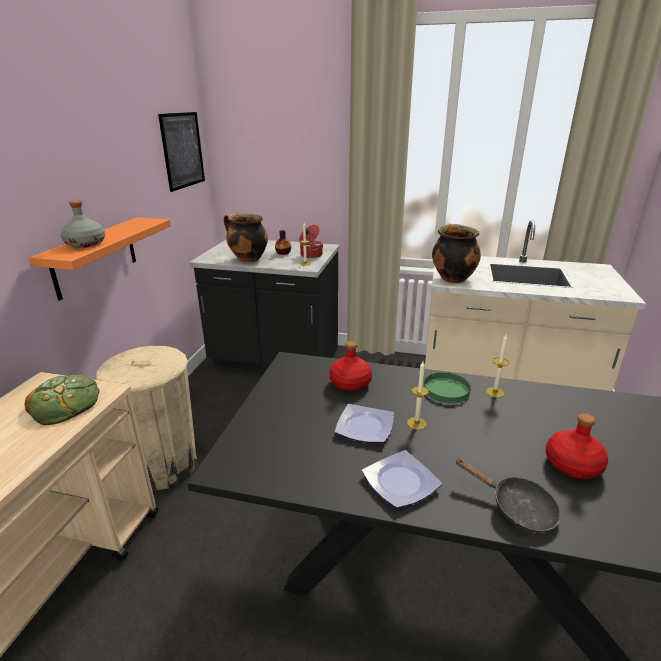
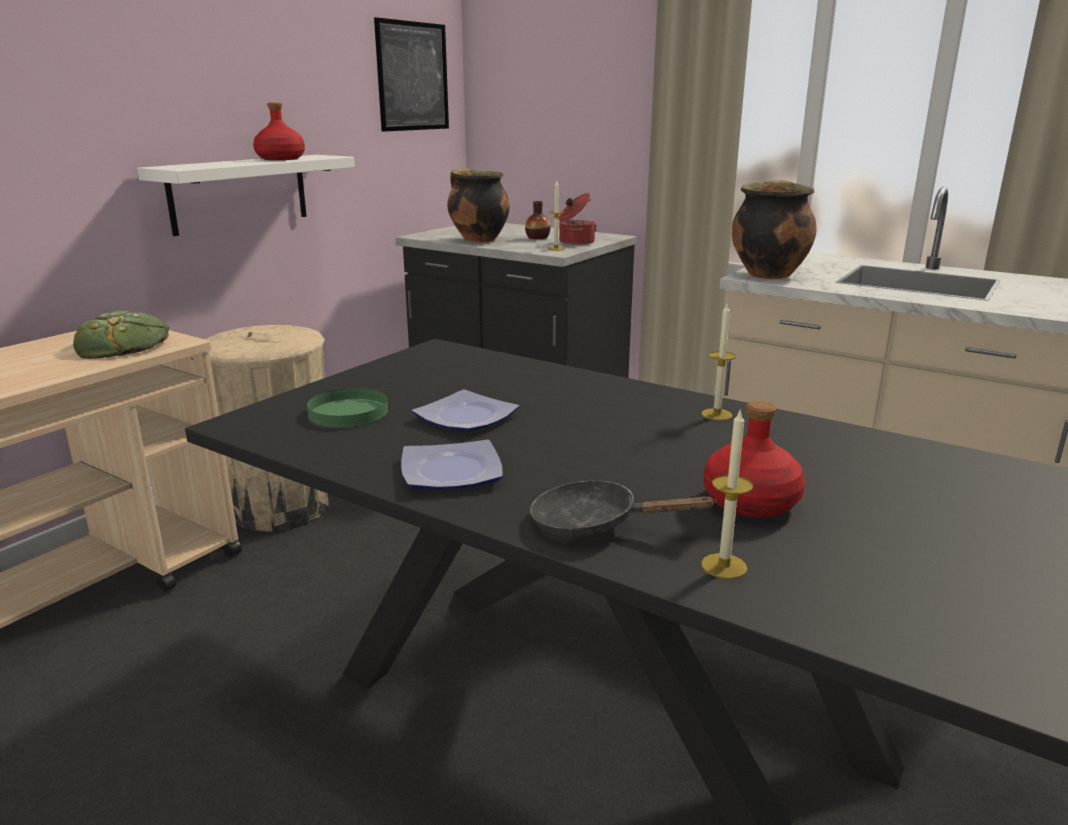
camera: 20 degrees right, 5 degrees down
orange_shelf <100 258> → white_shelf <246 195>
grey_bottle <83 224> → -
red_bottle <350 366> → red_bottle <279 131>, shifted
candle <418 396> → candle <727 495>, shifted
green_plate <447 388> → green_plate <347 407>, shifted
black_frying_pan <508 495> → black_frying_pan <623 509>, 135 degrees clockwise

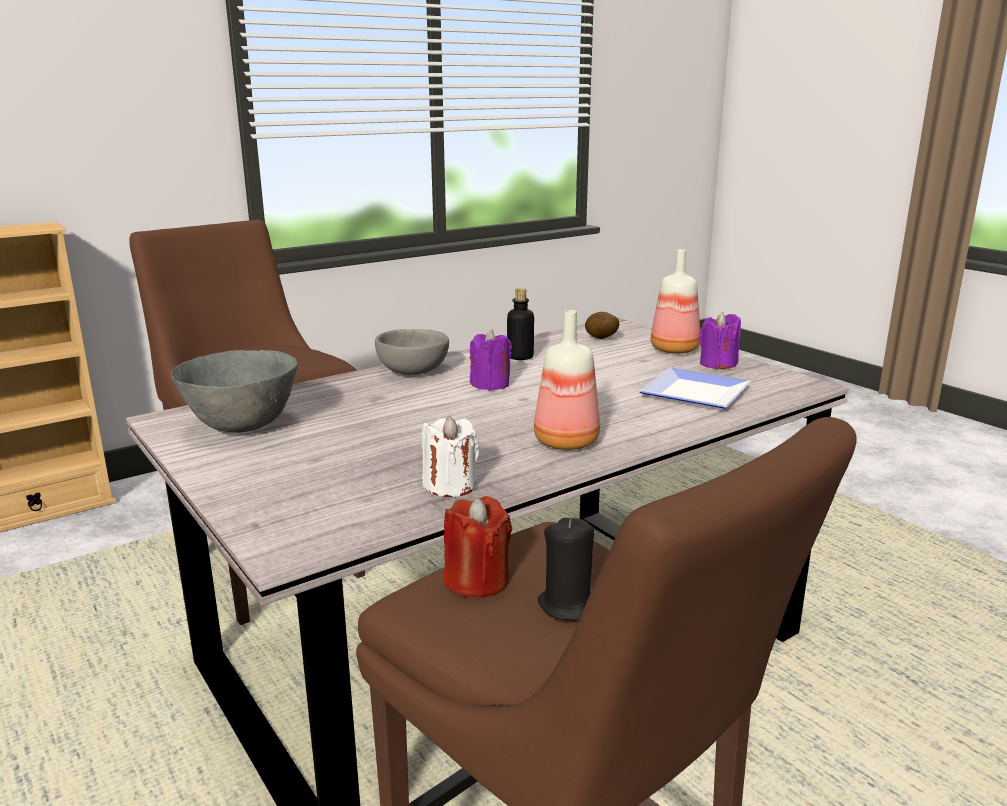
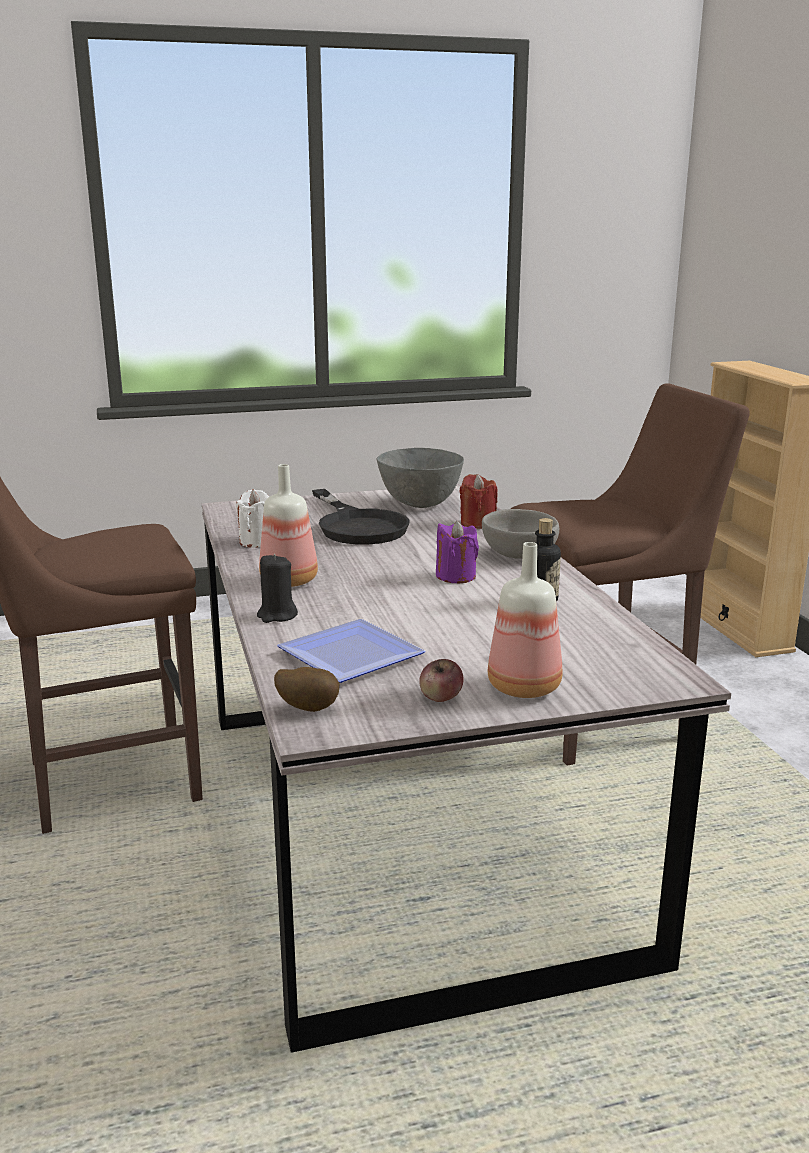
camera: 110 degrees right, 0 degrees up
red_candle <478 547> → red_candle <479 501>, shifted
black_candle <566 570> → black_candle <277 588>, shifted
potato <602 325> → potato <306 689>, shifted
purple_candle <720 340> → apple <441 680>
- → black_frying_pan <361 517>

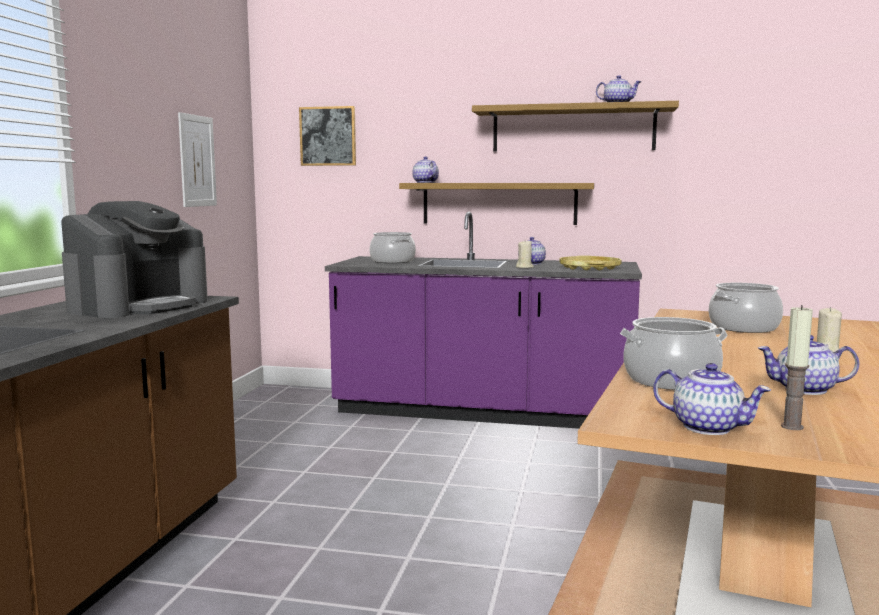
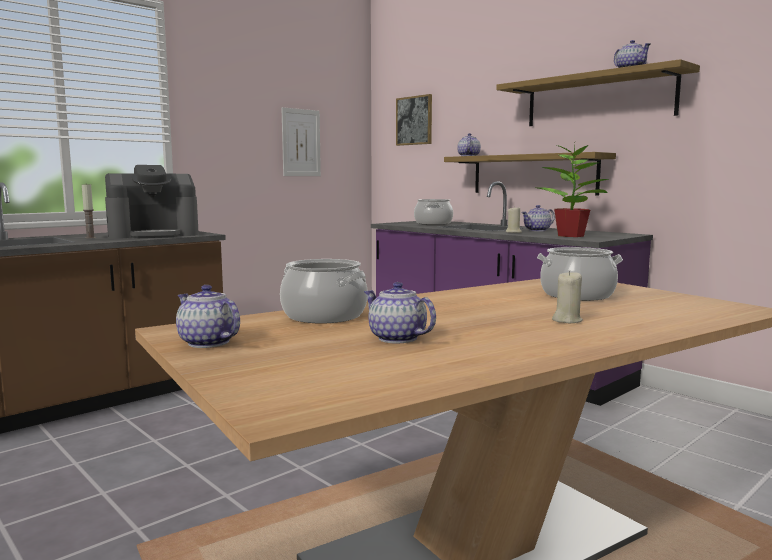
camera: 35 degrees right, 0 degrees up
yellow_tray <590 263> → potted_plant <572 188>
teapot <712 399> → teapot <208 316>, 150 degrees clockwise
candle <797 367> → candle <89 211>, shifted

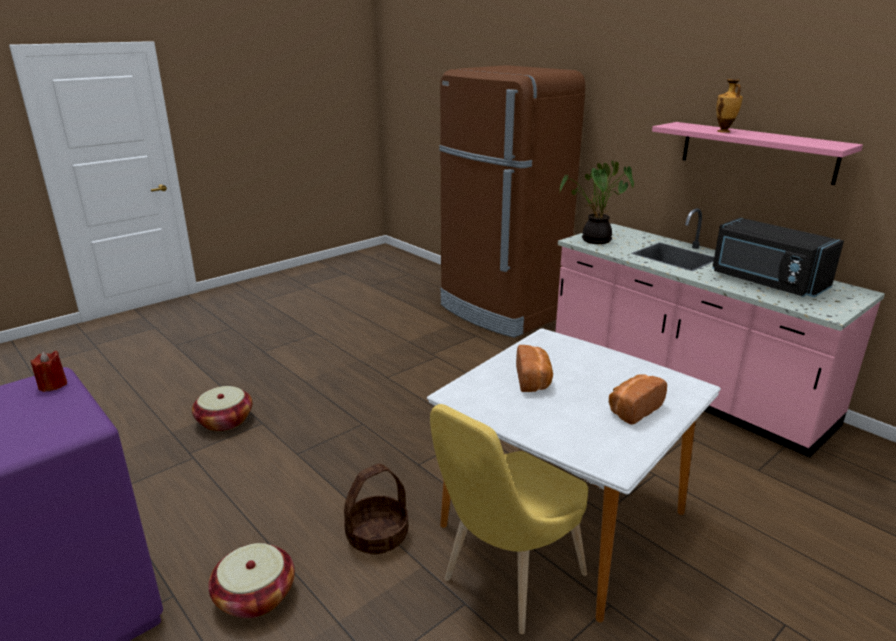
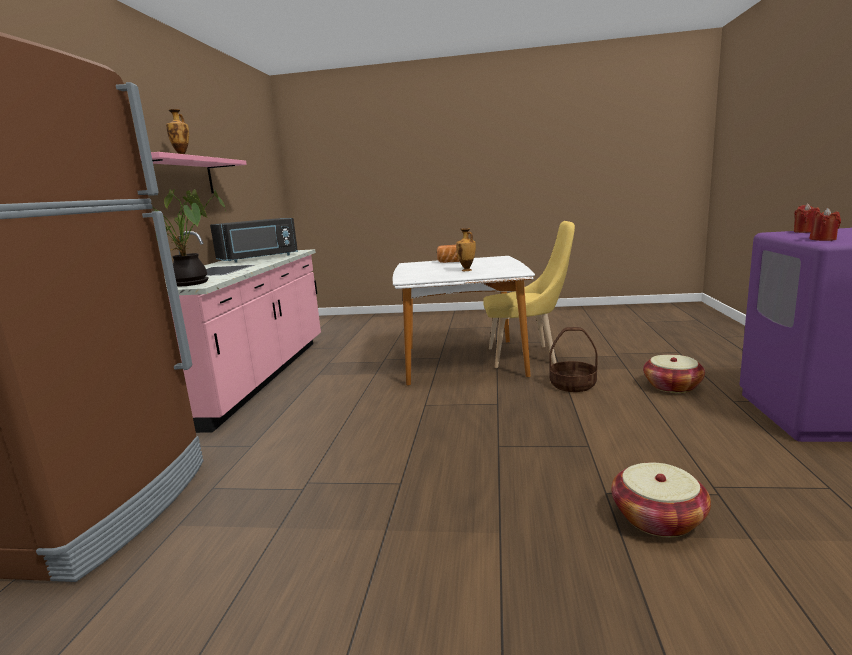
camera: 130 degrees left, 10 degrees down
bread <534 368> → vase <466 249>
black_microwave <778 257> → black_microwave <254 240>, 45 degrees clockwise
- → red_candle <807 218>

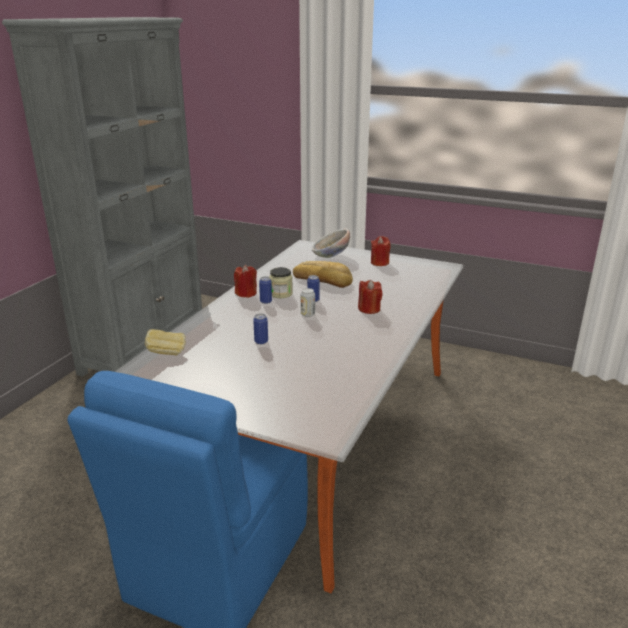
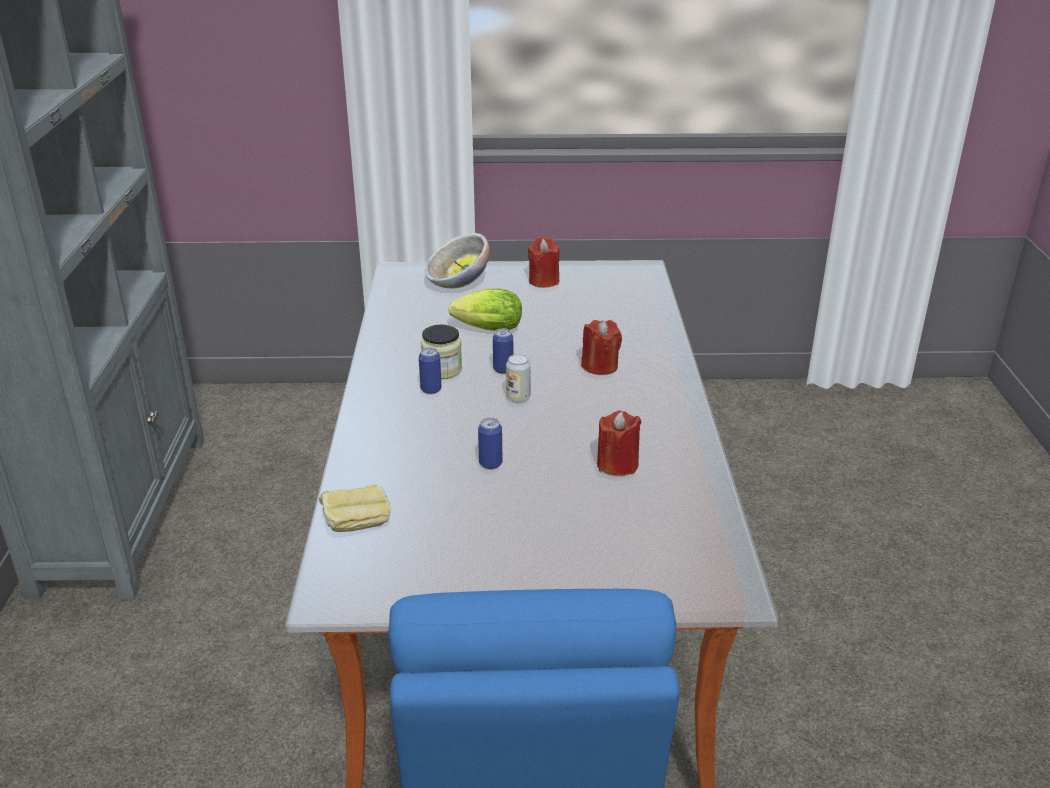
camera: 25 degrees left, 5 degrees up
red_candle <245 281> → red_candle <619 443>, shifted
bread <323 274> → lettuce <485 310>

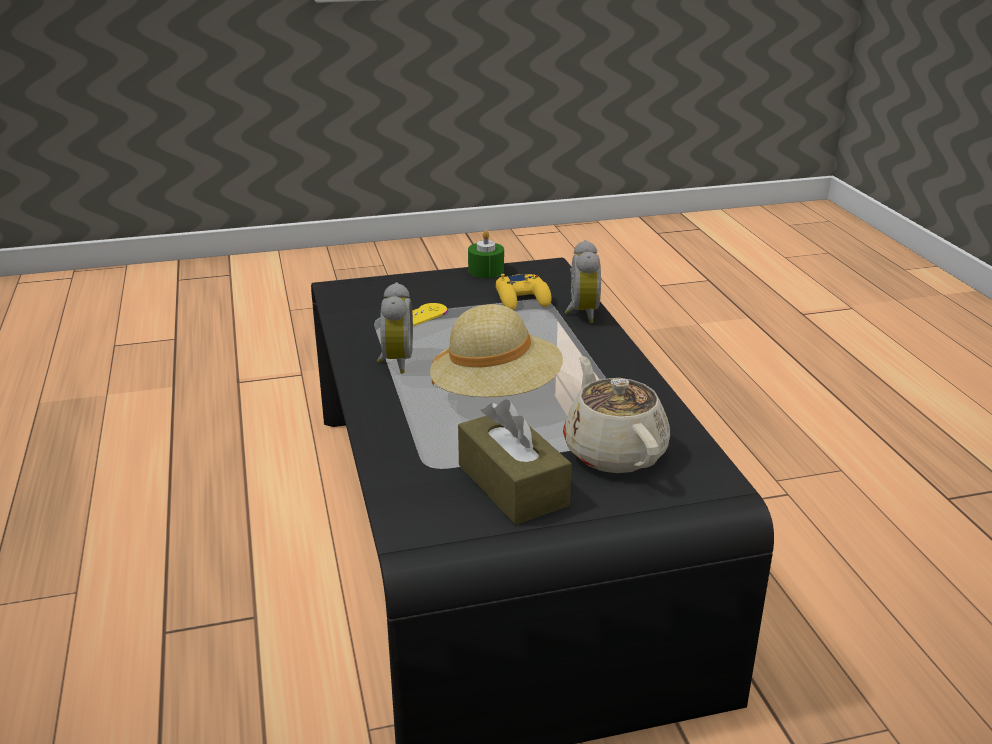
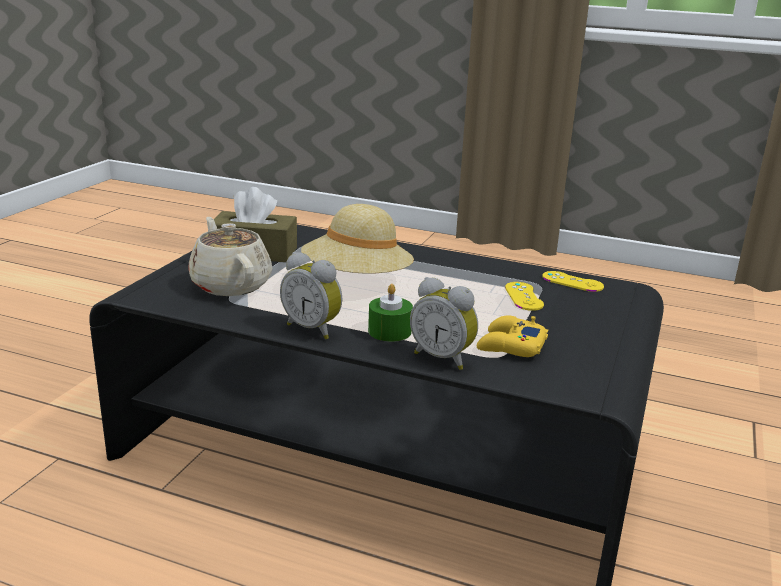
camera: 125 degrees right, 5 degrees down
alarm_clock <395 328> → alarm_clock <311 295>, shifted
green_candle <486 254> → green_candle <390 313>, shifted
beige_teapot <616 414> → beige_teapot <230 256>, 135 degrees counterclockwise
- → yellow_game_controller <573 281>

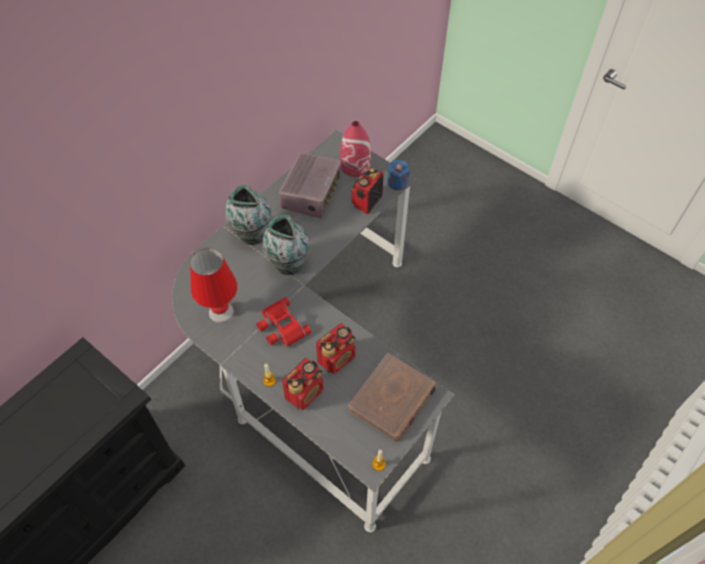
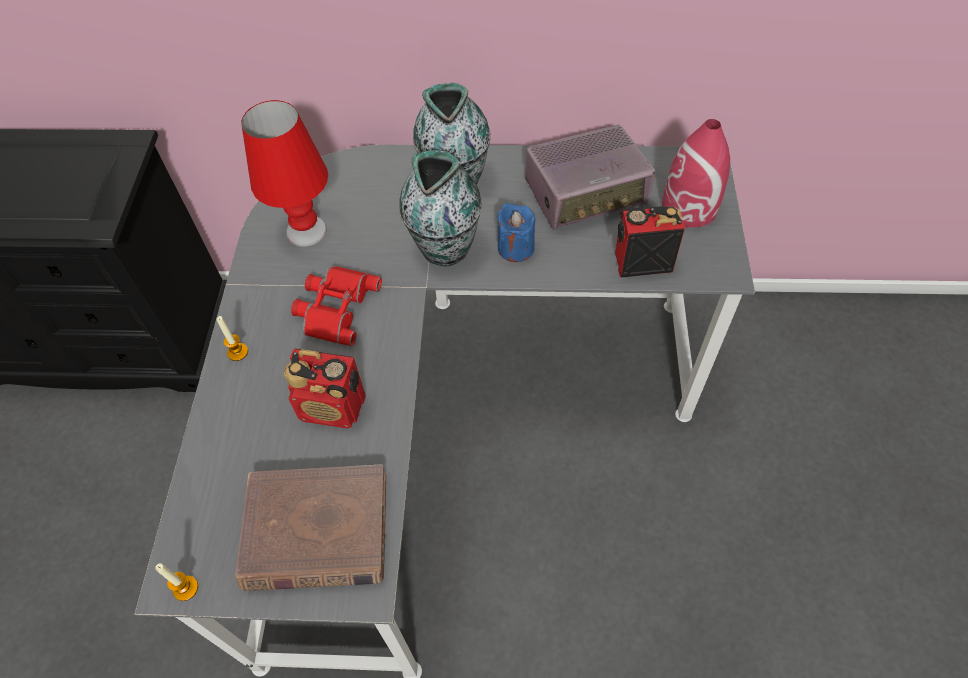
camera: 55 degrees right, 0 degrees up
radio <303 384> → -
blue_candle <398 175> → blue_candle <516 232>, shifted

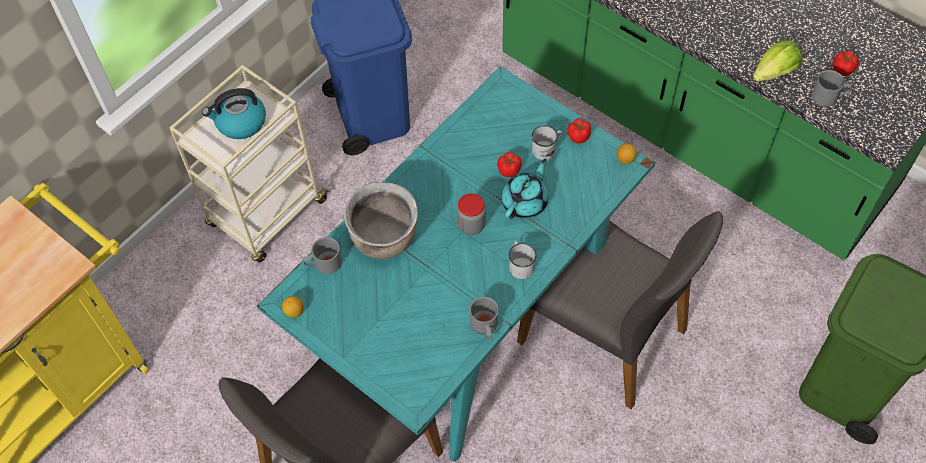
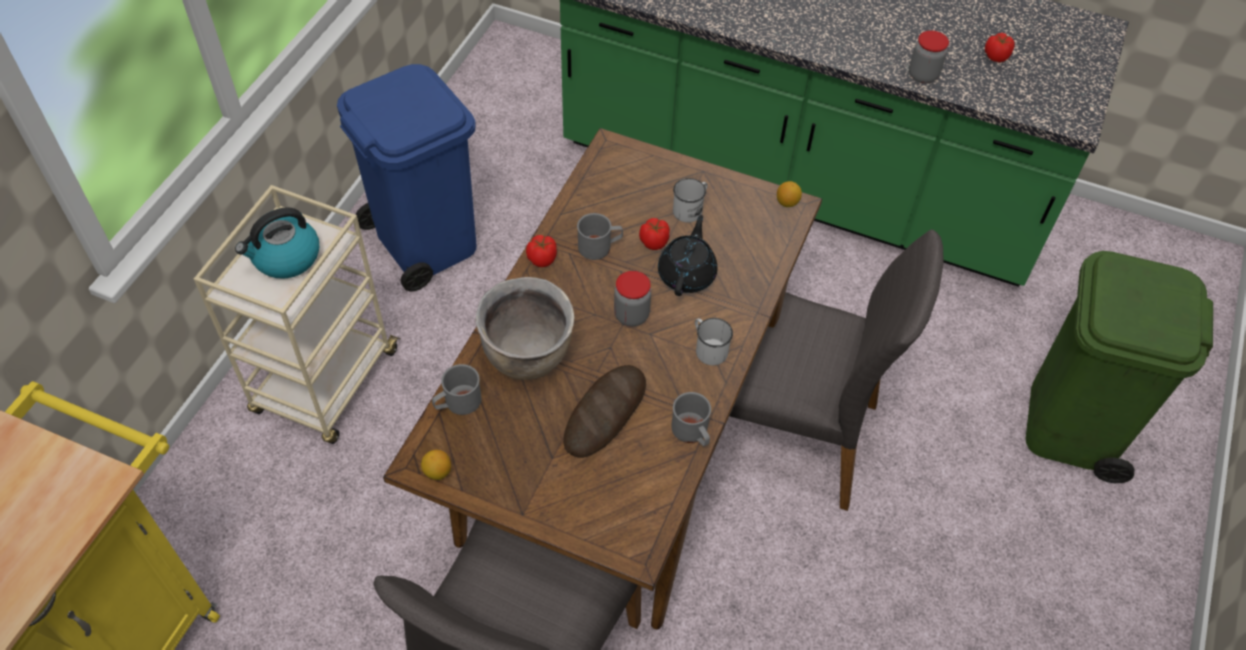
camera: 20 degrees left, 5 degrees down
turquoise_dining_table <456 263> → brown_dining_table <602 379>
turquoise_teapot <524 188> → black_teapot <687 255>
tomato <579 131> → tomato <541 251>, shifted
lettuce <777 60> → jar <929 56>
grey_mug <832 88> → grey_mug <600 236>, shifted
- → bread <604 411>

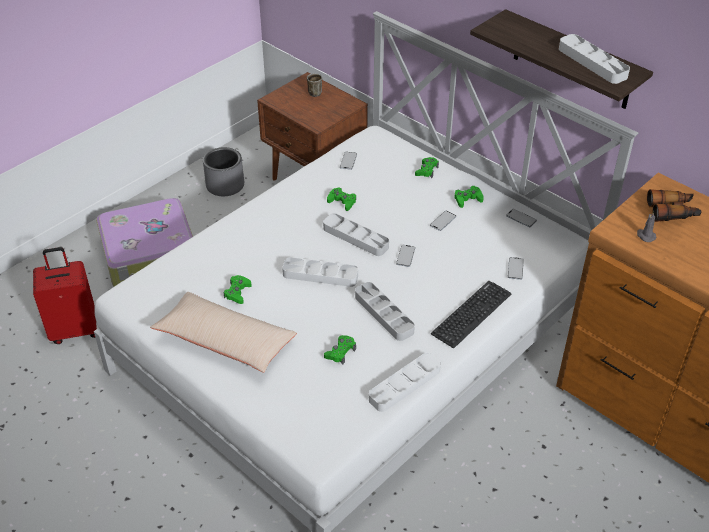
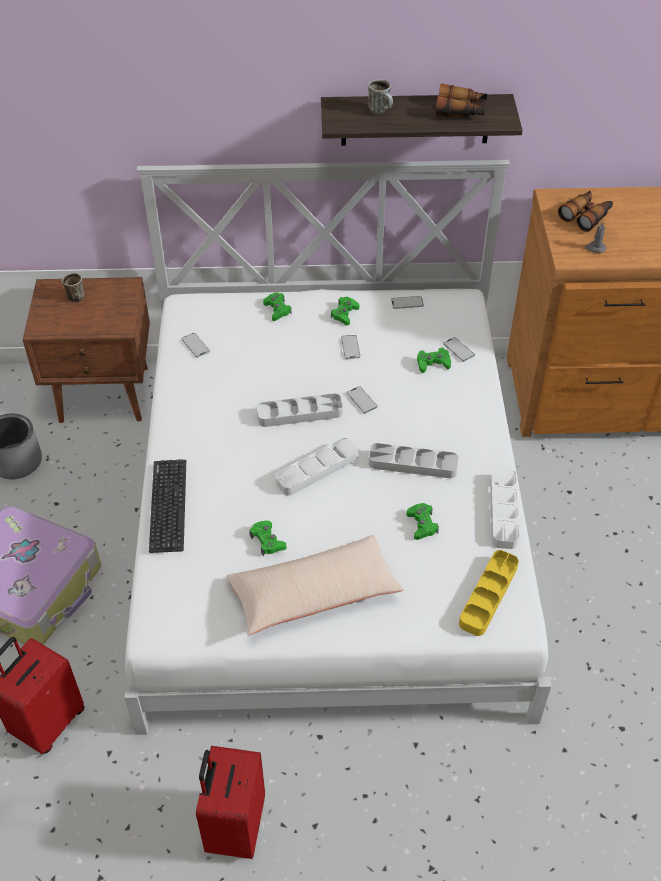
camera: 45 degrees left, 5 degrees up
green_game_controller <341 199> → green_game_controller <434 360>, shifted
keyboard <471 314> → keyboard <167 506>, shifted
white_tray <594 59> → binoculars <461 100>
- → red_suitcase <230 802>
- → mug <380 96>
- → yellow_tray <489 593>

